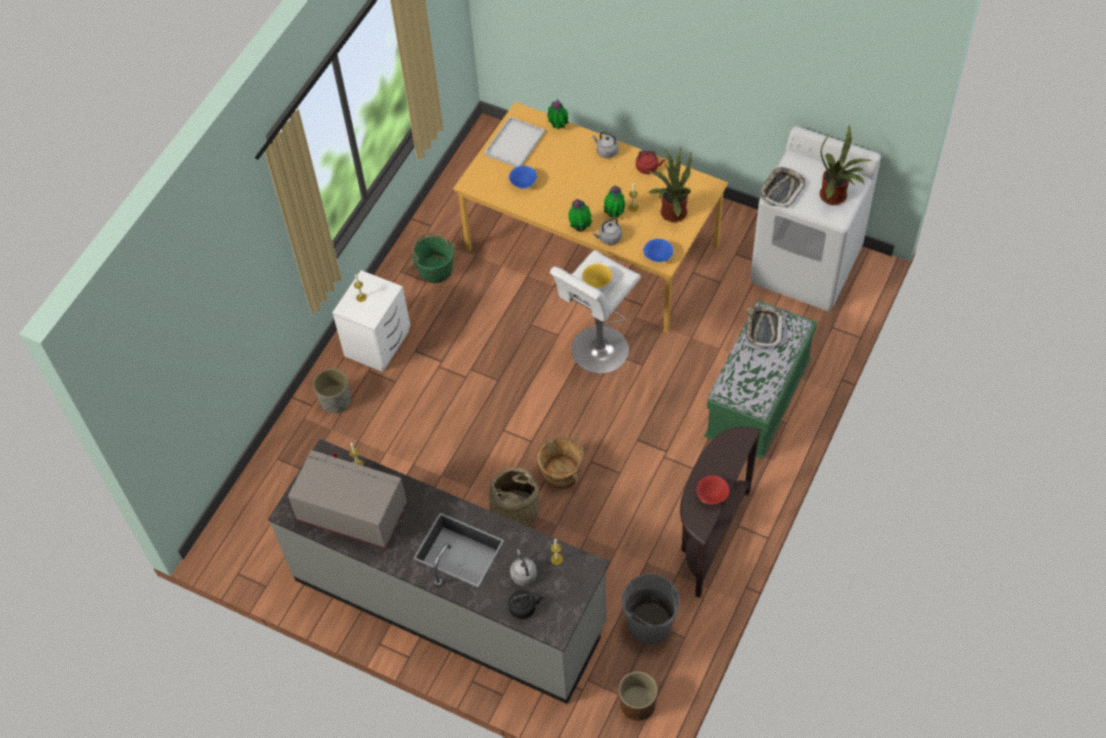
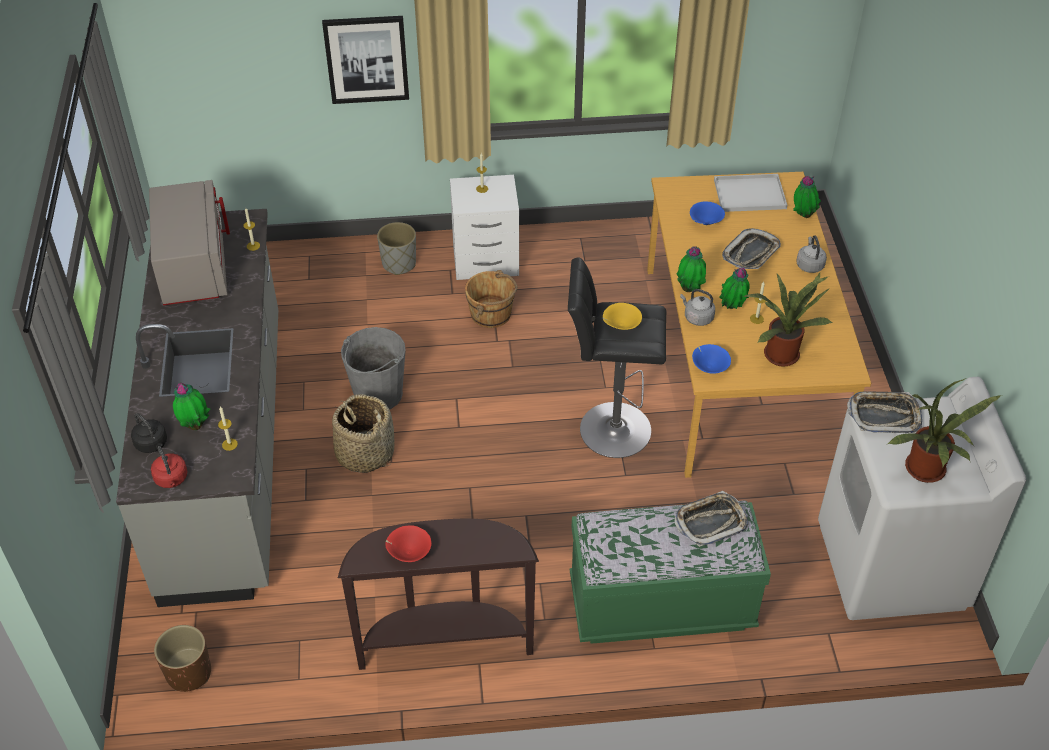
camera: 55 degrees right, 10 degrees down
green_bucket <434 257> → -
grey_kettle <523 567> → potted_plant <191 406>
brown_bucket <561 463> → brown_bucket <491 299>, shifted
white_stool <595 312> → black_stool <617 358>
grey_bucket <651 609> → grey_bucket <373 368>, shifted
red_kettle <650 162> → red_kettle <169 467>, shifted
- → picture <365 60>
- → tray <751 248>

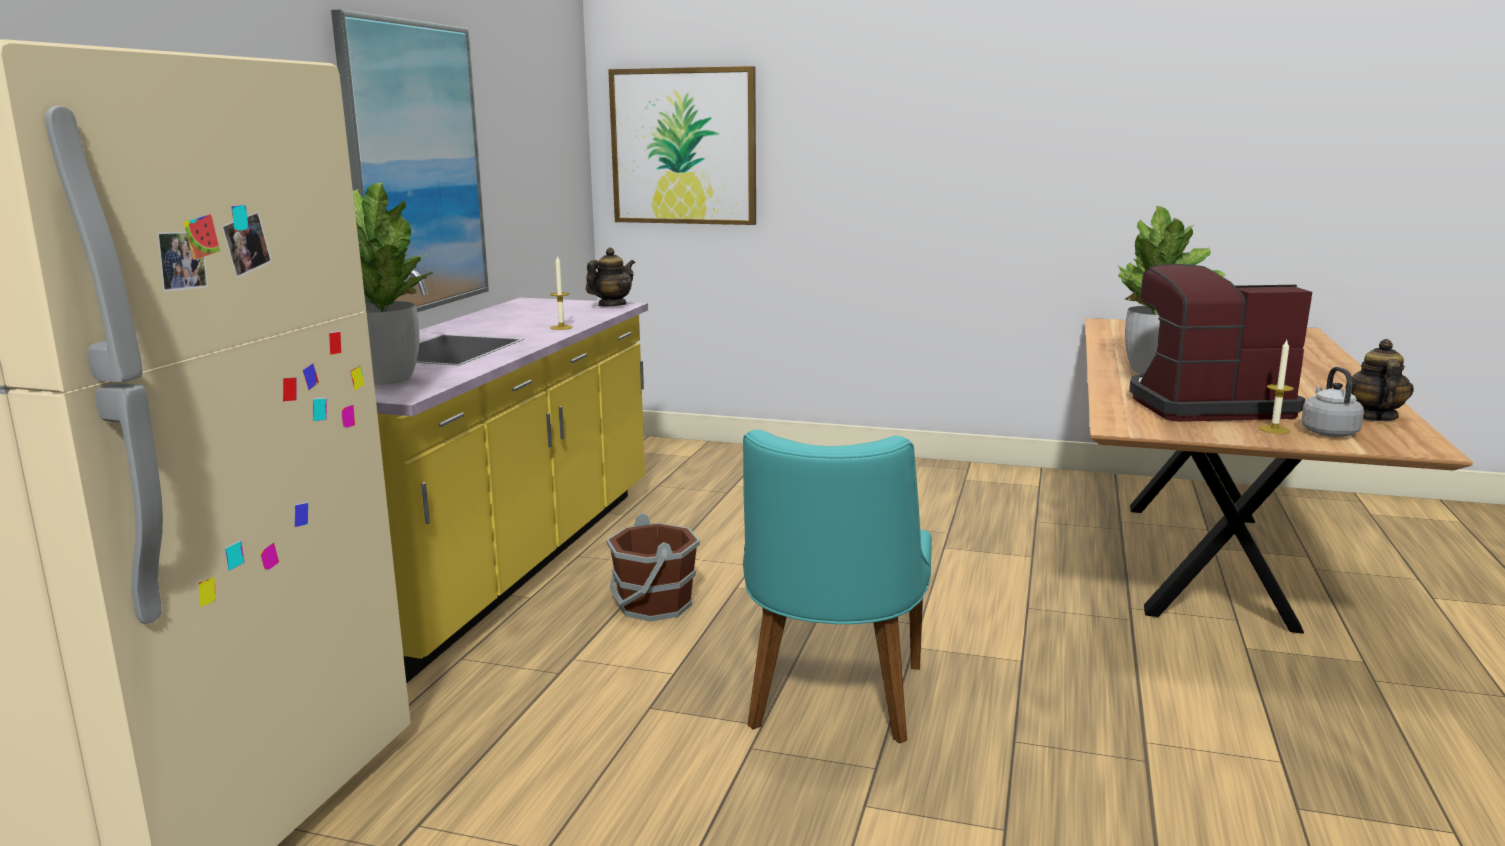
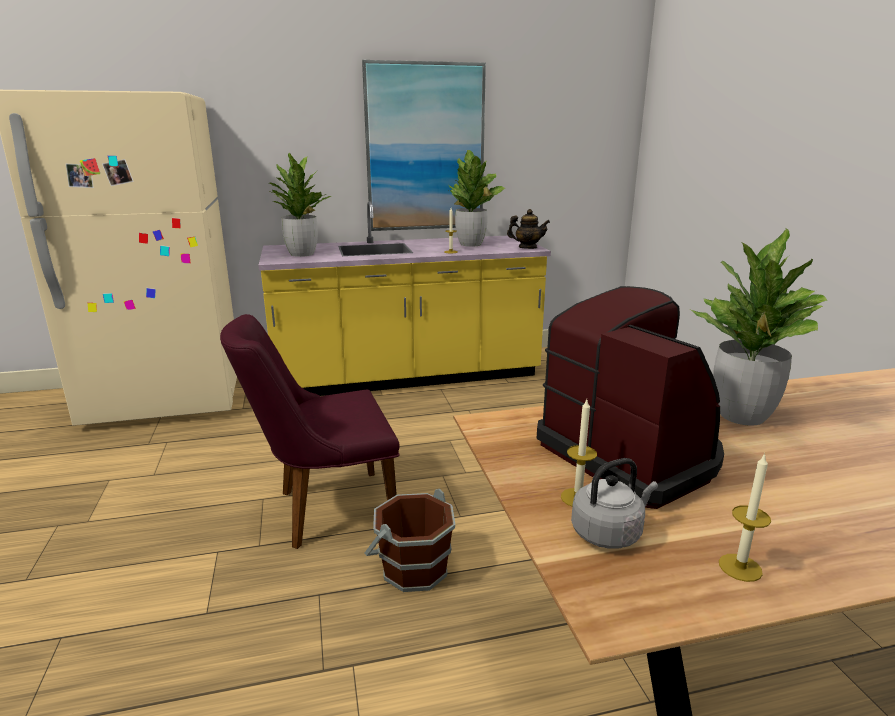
camera: 60 degrees right, 5 degrees up
brown_bucket <653 567> → brown_bucket <410 540>, shifted
picture <682 145> → -
turquoise_chair <837 587> → purple_chair <309 431>
teapot <1379 380> → candle <745 517>
- → potted_plant <477 198>

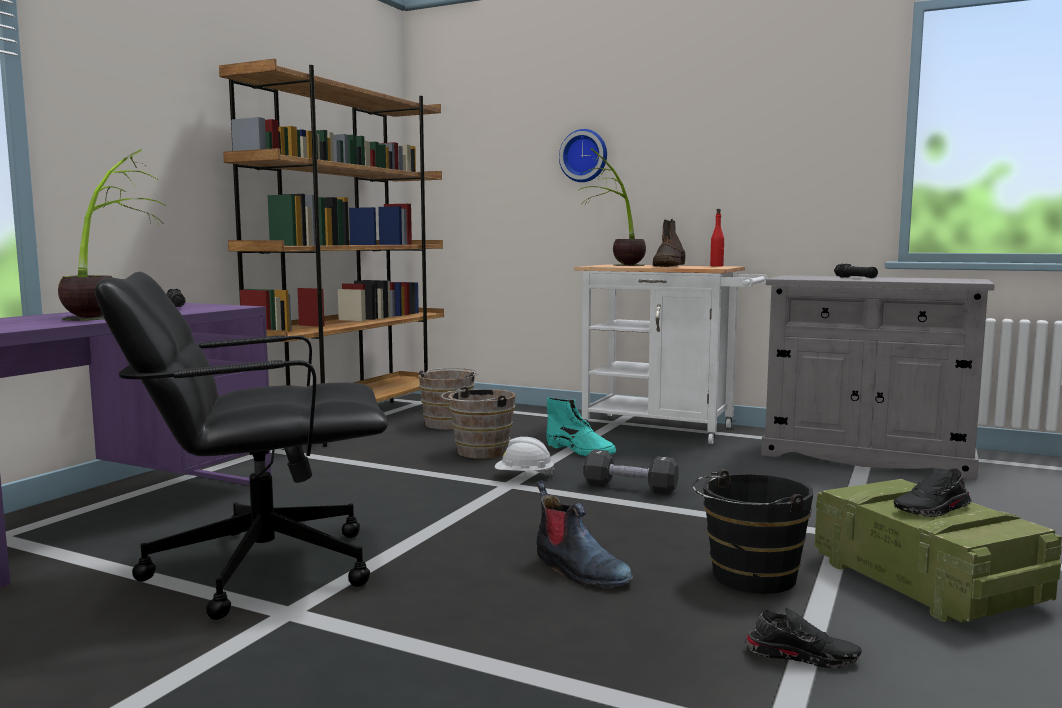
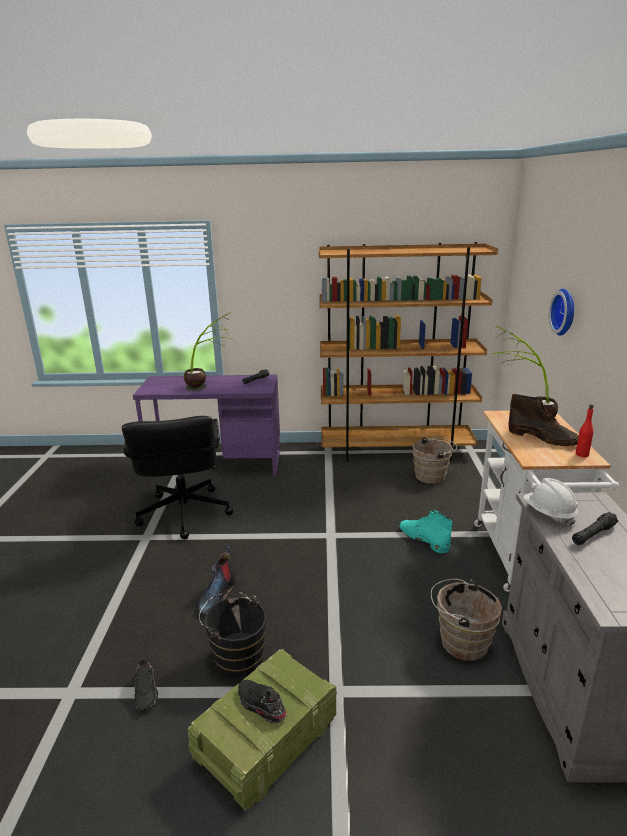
camera: 65 degrees right, 15 degrees up
black_office_chair <241 446> → black_office_chair <177 477>, 150 degrees counterclockwise
brown_bucket <478 423> → brown_bucket <466 620>, shifted
white_hard_hat <525 457> → white_hard_hat <551 502>, shifted
turquoise_boot <581 426> → turquoise_boot <425 532>, 120 degrees clockwise
black_dumbbell <631 472> → -
brown_boot <669 243> → brown_boot <544 420>, 135 degrees counterclockwise

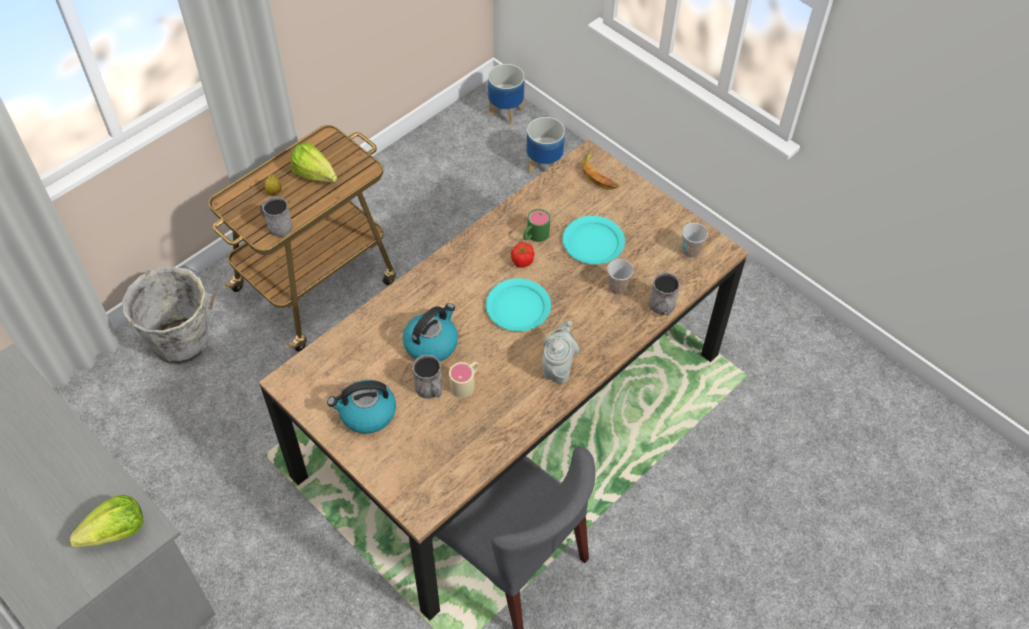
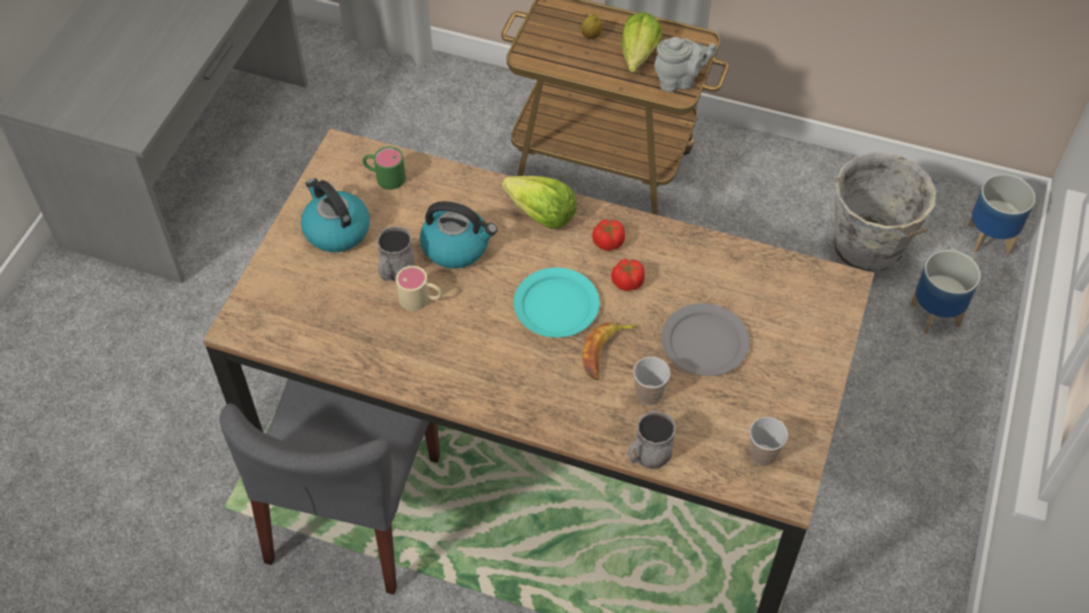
camera: 65 degrees right, 0 degrees up
lettuce <106 521> → lettuce <539 202>, shifted
grey_bucket <168 315> → grey_bucket <887 213>, shifted
grey_mug <276 217> → -
green_mug <536 225> → green_mug <384 168>, shifted
grey_teapot <560 352> → grey_teapot <685 64>, shifted
turquoise_plate <594 240> → grey_plate <705 339>
banana <600 171> → banana <610 351>, shifted
- → tomato <608 235>

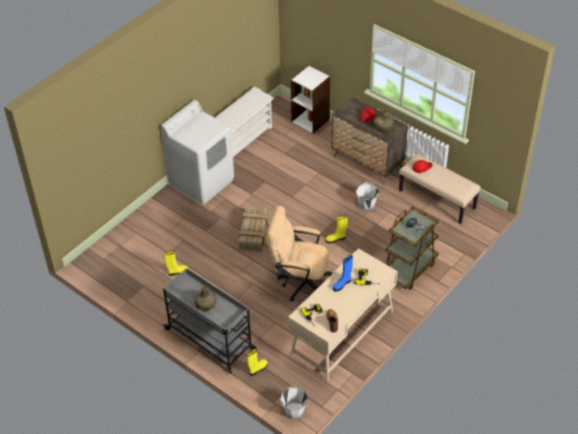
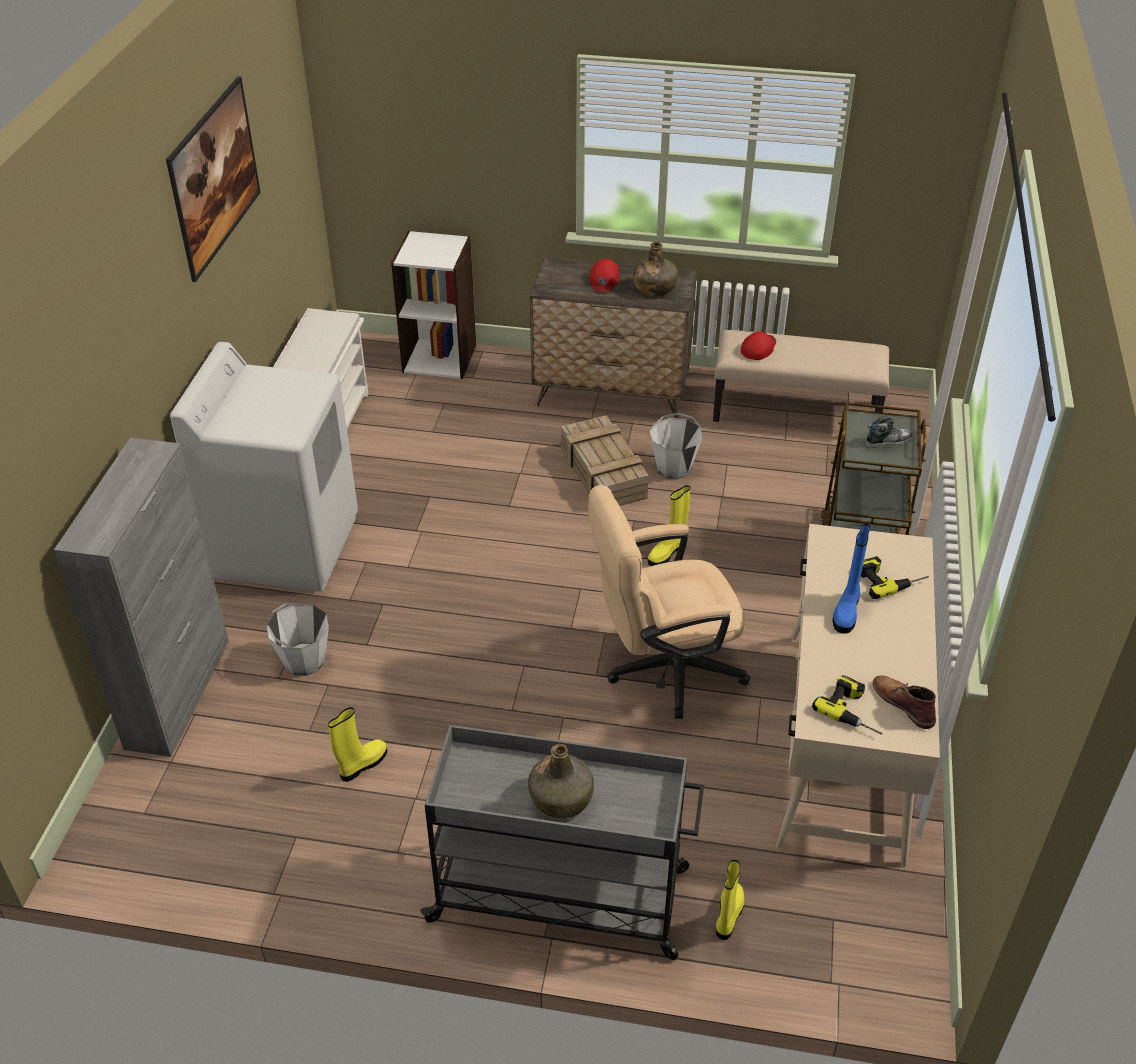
camera: 30 degrees left, 5 degrees down
crate <253 229> → crate <605 460>, shifted
white_bucket <294 402> → white_bucket <298 639>, shifted
- → grey_cabinet <141 597>
- → picture <213 179>

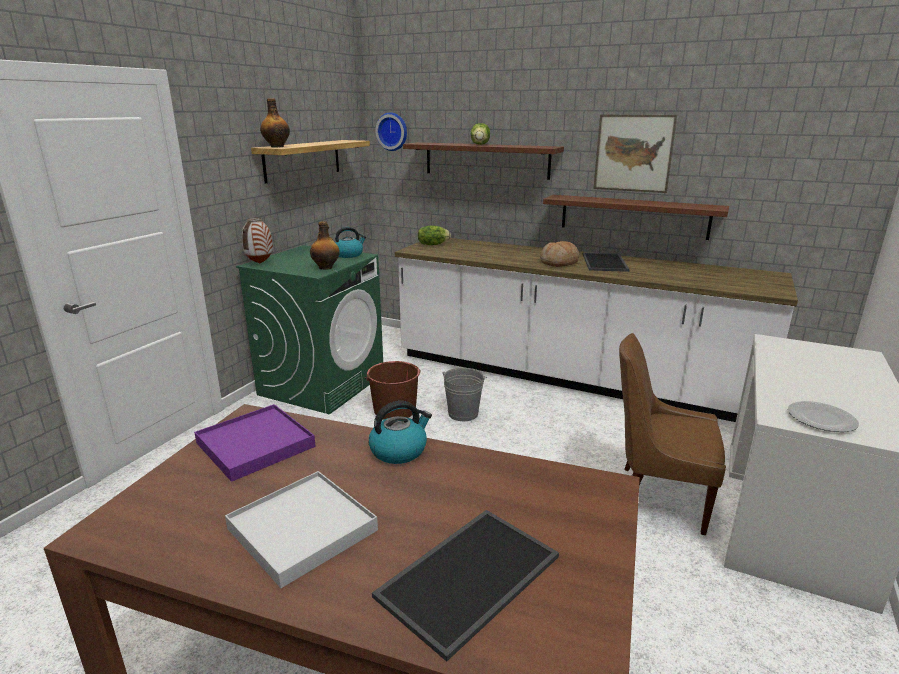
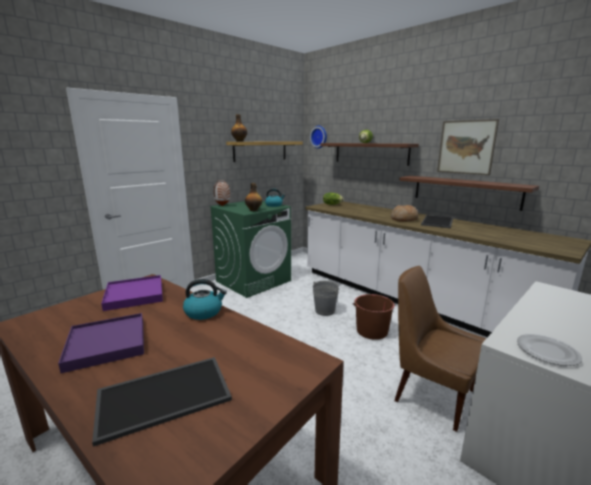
camera: 20 degrees right, 5 degrees down
white_tray <301 529> → purple_tray <101 343>
brown_bucket <393 390> → brown_bucket <374 317>, shifted

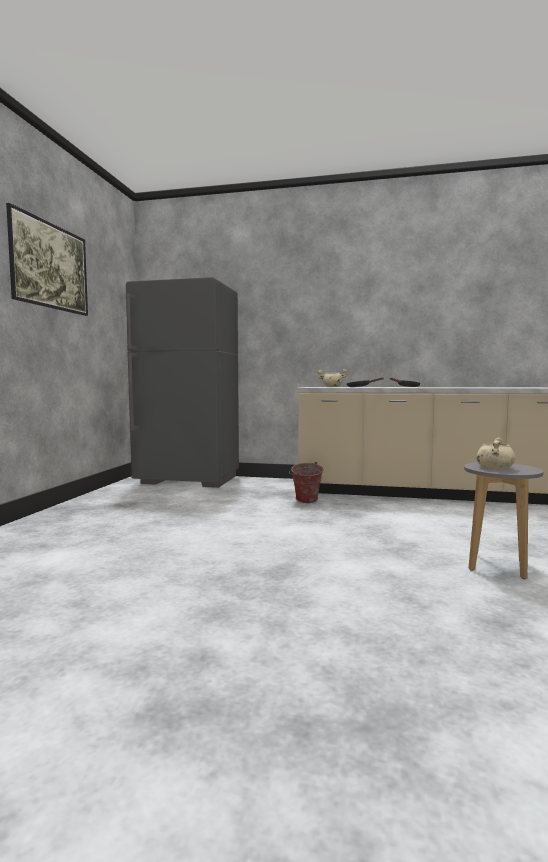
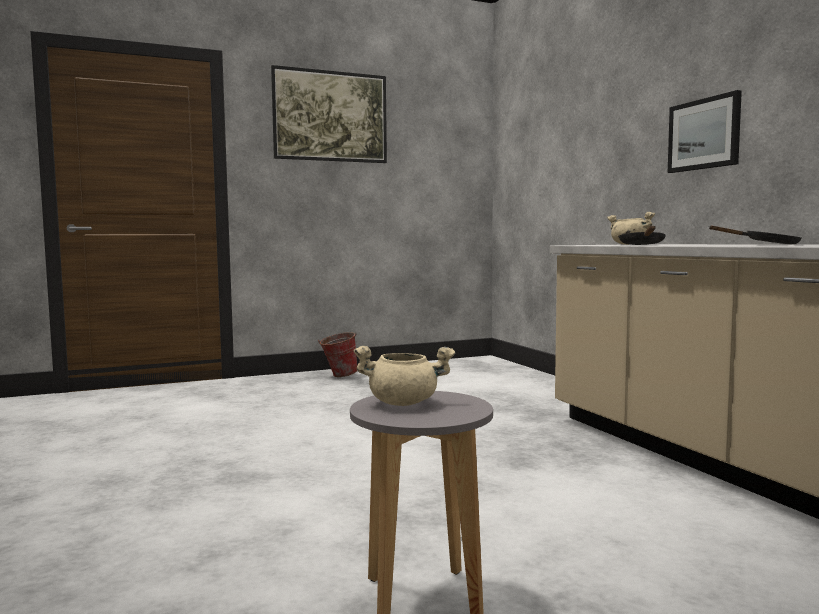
camera: 55 degrees right, 0 degrees up
grey_fridge <182 382> → -
bucket <306 482> → bucket <338 354>, shifted
- → picture <705 131>

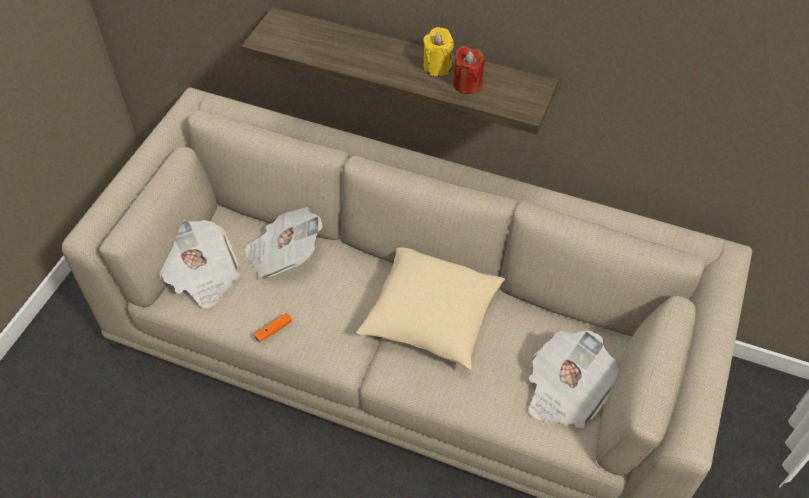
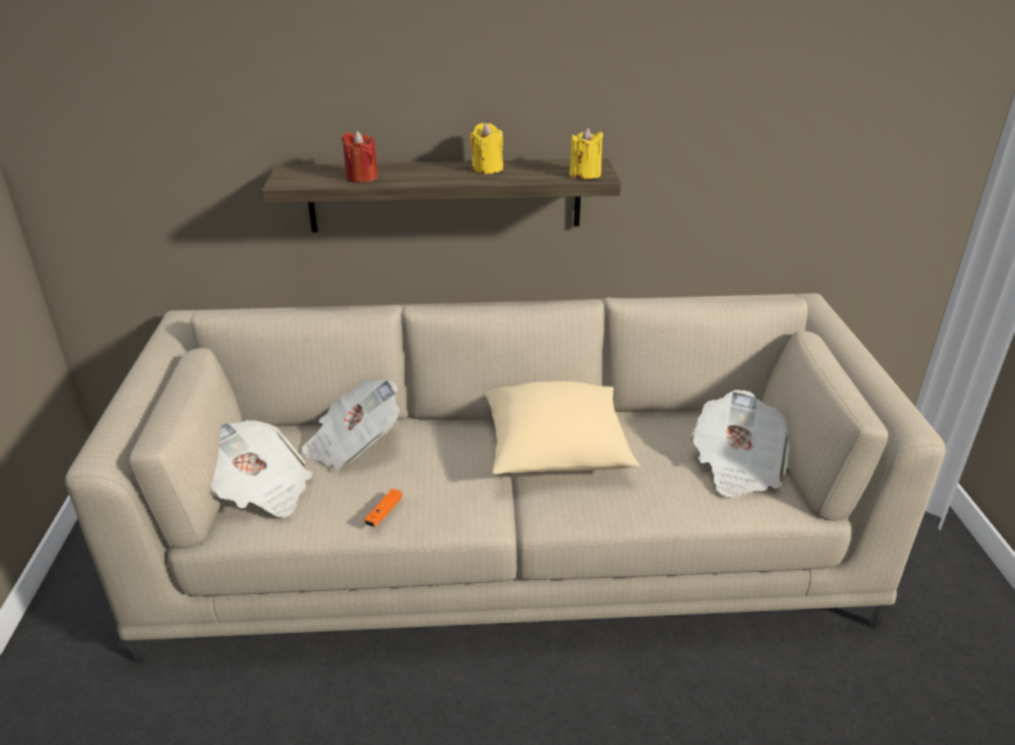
camera: 25 degrees left, 20 degrees down
red_candle <469 69> → red_candle <359 157>, shifted
- → yellow_candle <586 153>

